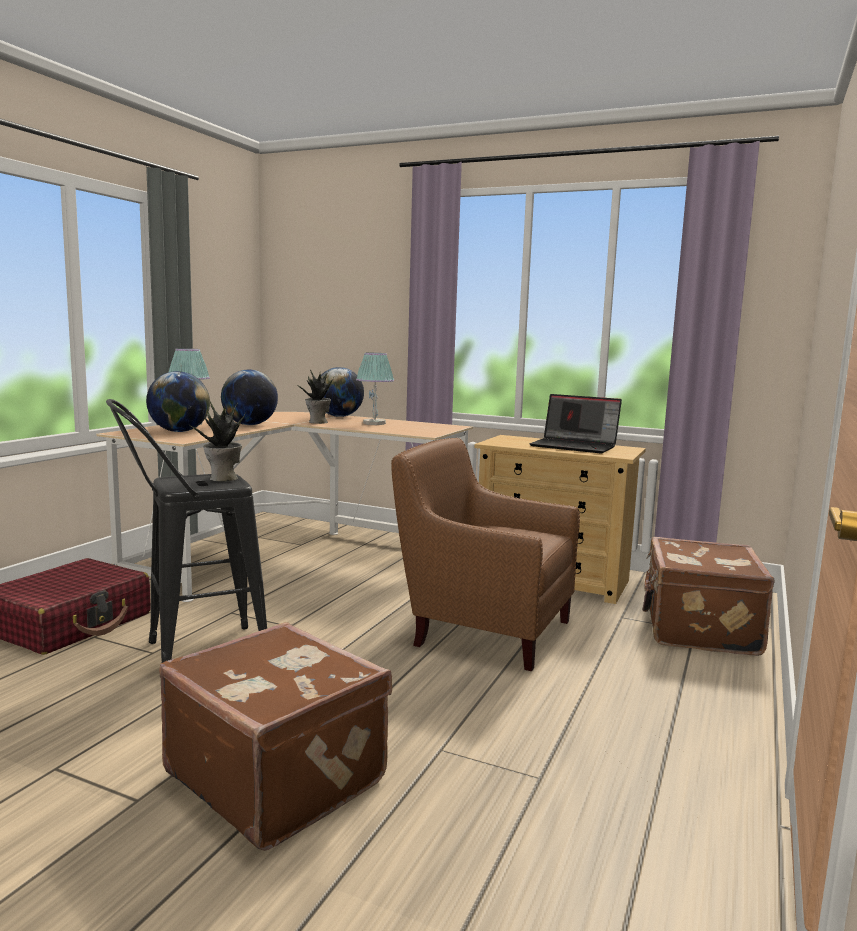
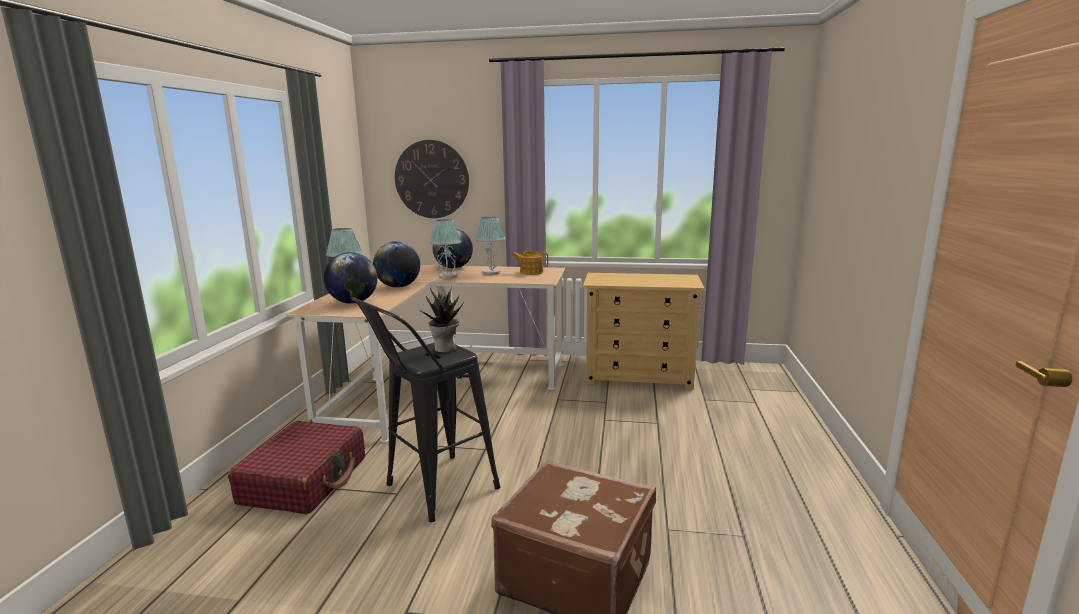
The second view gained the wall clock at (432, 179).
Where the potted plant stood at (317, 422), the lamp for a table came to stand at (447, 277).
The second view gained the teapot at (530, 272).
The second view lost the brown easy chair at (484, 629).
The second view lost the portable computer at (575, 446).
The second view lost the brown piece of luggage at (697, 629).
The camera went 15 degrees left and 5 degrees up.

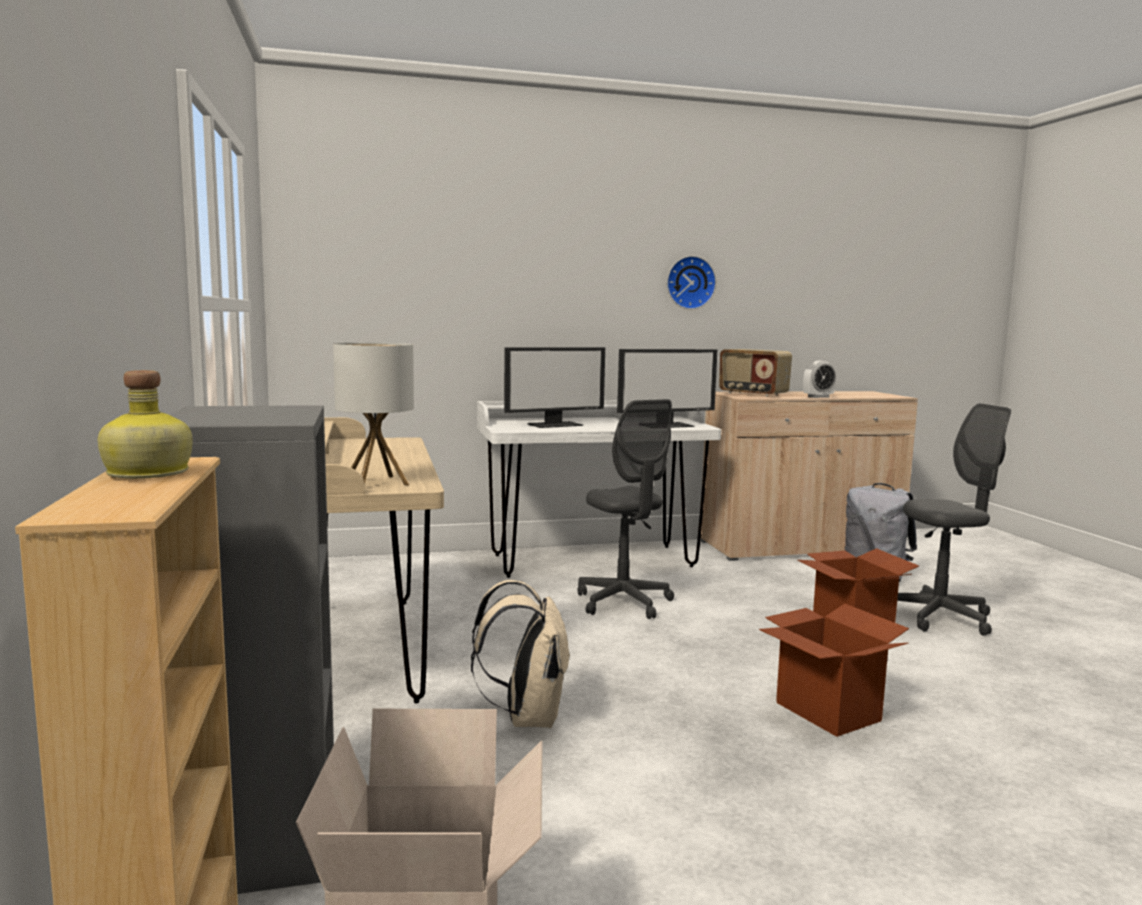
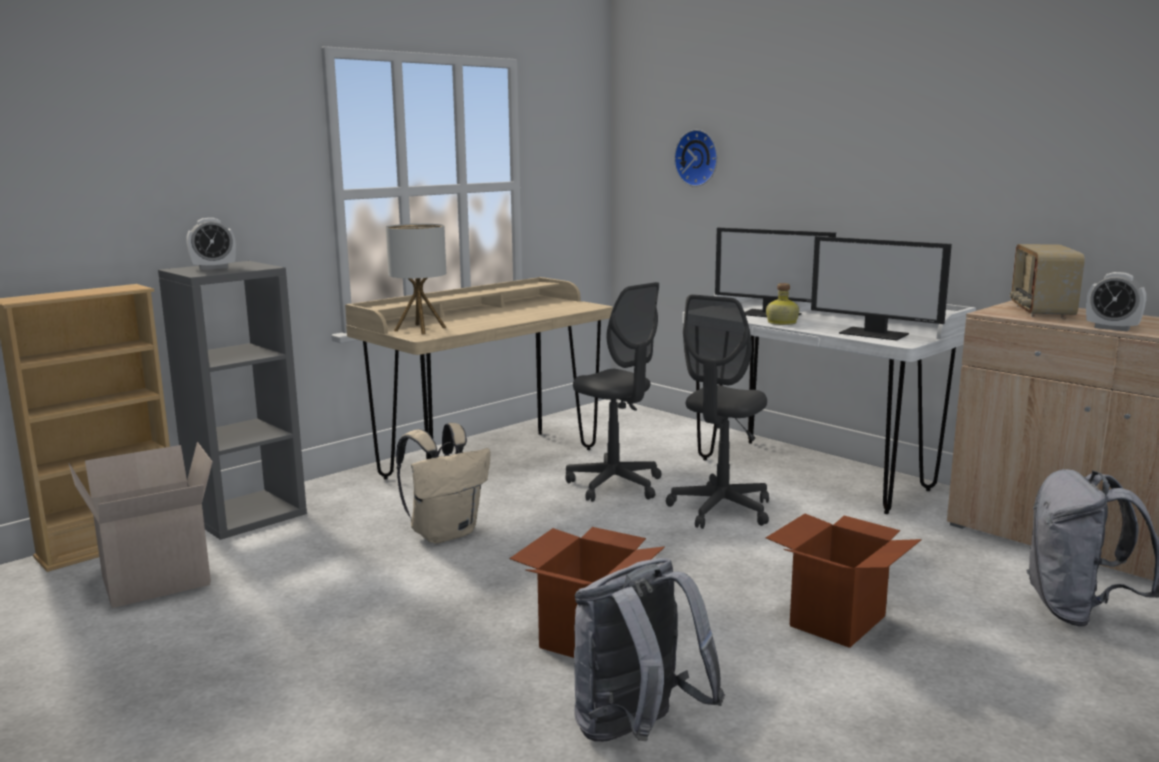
The second view gained the bedside clock at (213, 268).
The grey computer chair ended up elsewhere, having gone from (940, 617) to (615, 485).
The second view gained the grey rucksack at (637, 732).
The wall clock ended up elsewhere, having gone from (689, 282) to (698, 158).
The beverage bottle ended up elsewhere, having gone from (145, 474) to (780, 323).
The camera went 60 degrees right and 5 degrees up.

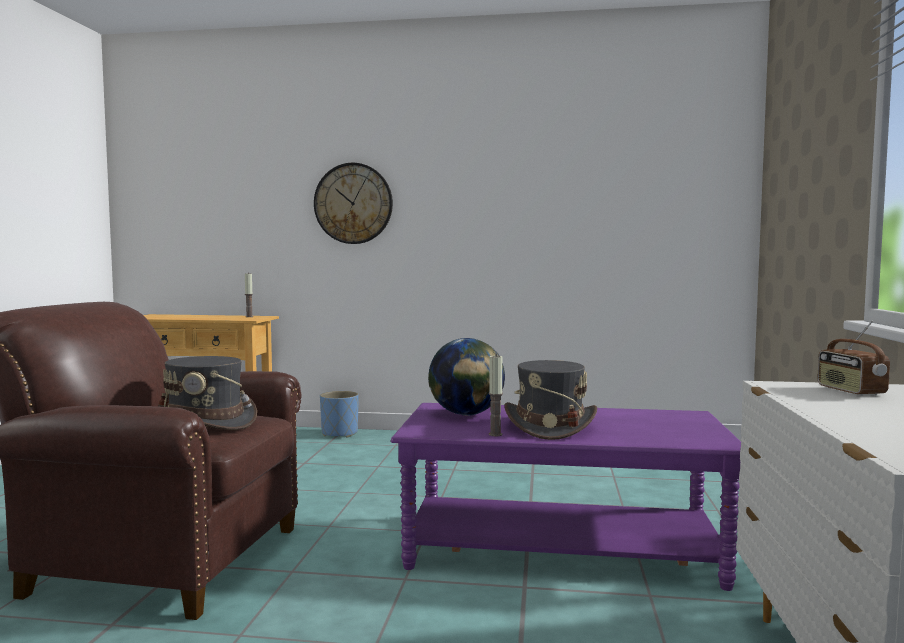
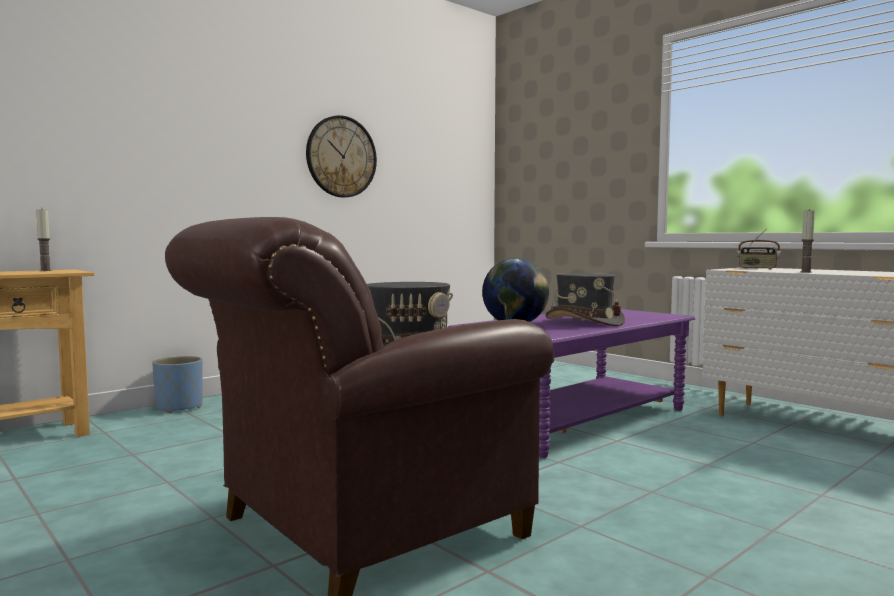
The wall clock ended up elsewhere, having gone from (353, 203) to (341, 157).
The candle ended up elsewhere, having gone from (495, 434) to (806, 272).
The camera went 50 degrees left and 0 degrees up.

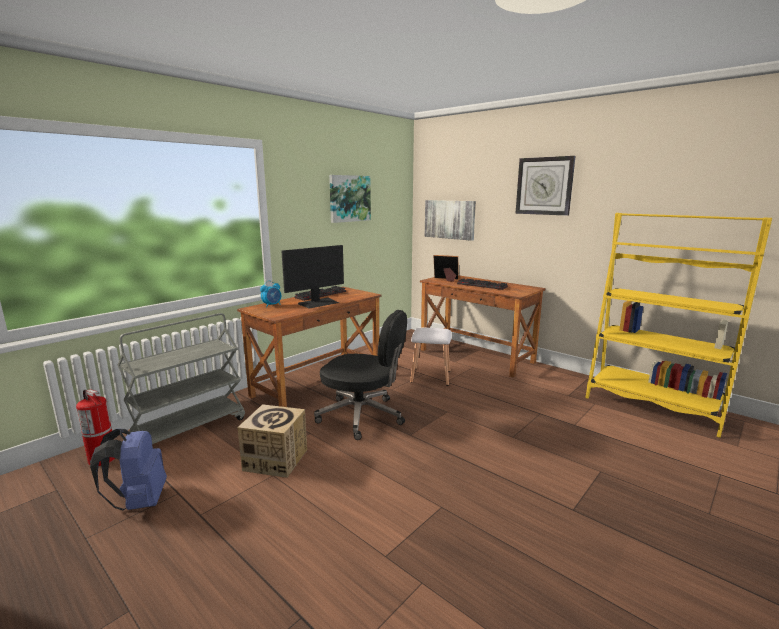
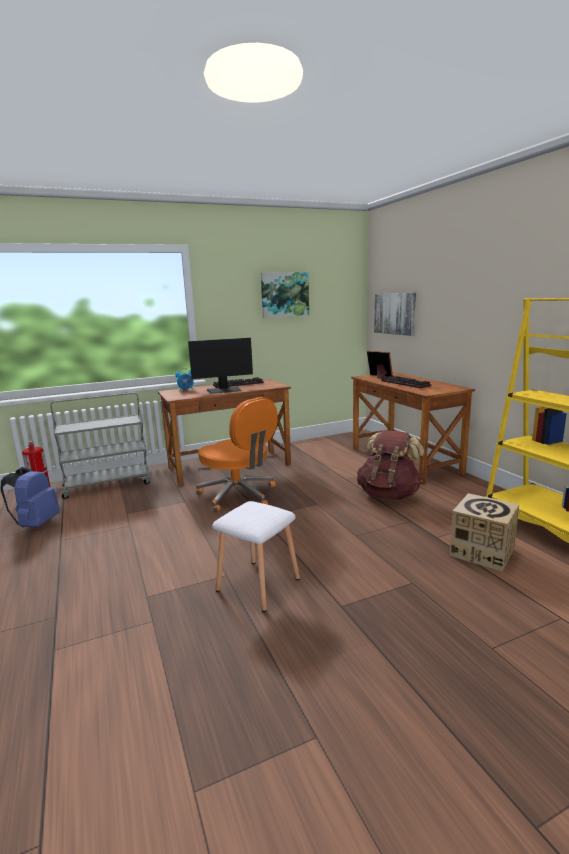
What was the blackish computer chair at (362, 416) turned into the orange-coloured computer chair at (239, 496).
The white stool seat ended up elsewhere, having gone from (430, 376) to (257, 584).
The second view gained the brown rucksack at (389, 495).
The carton ended up elsewhere, having gone from (275, 460) to (482, 552).
The second view lost the wall clock at (544, 186).
The camera went 25 degrees right and 0 degrees up.

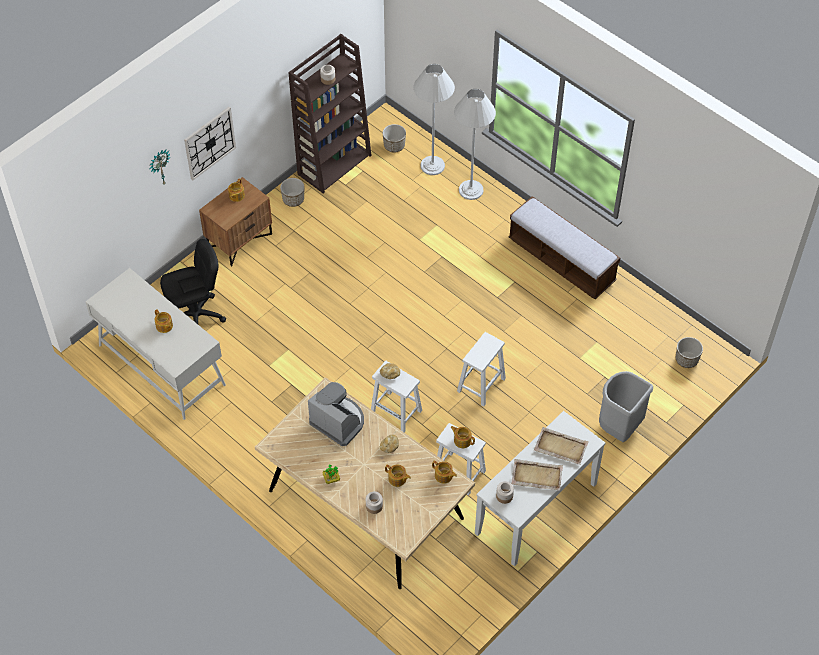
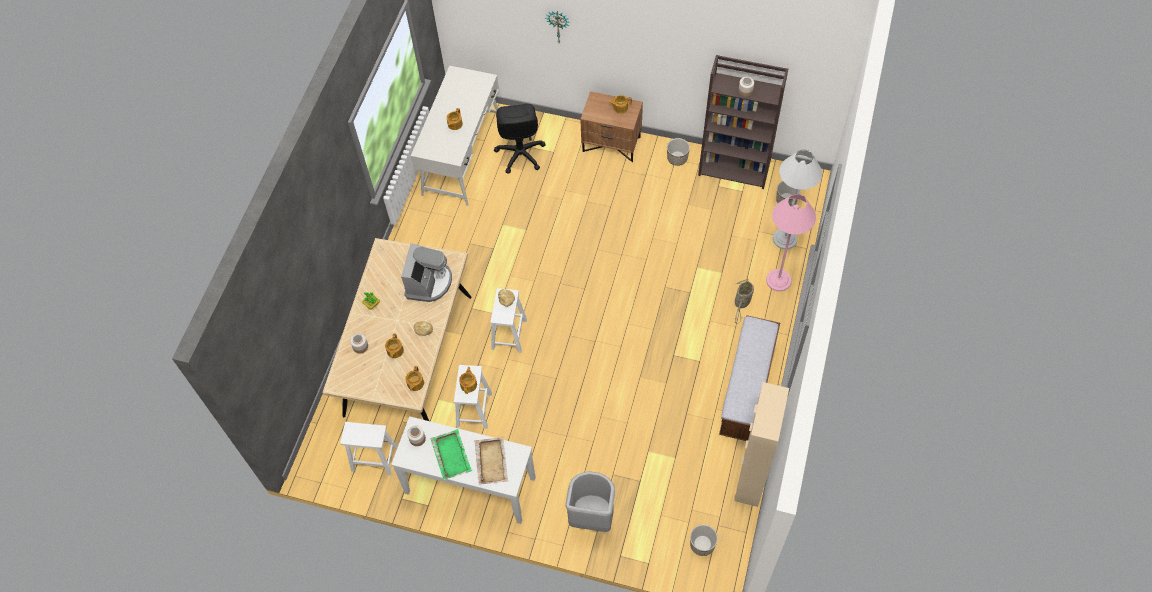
The white stool seat ended up elsewhere, having gone from (481, 385) to (373, 458).
What was the beige-coloured serving tray at (536, 475) turned into the greenish serving tray at (451, 454).
The blackish computer chair at (196, 316) ended up facing another way, 45 degrees clockwise from before.
The second view gained the beige-coloured storage cabinet at (751, 479).
The second view gained the storage basket at (742, 303).
What was the white standard lamp at (471, 190) turned into the pink-coloured standard lamp at (778, 280).
The second view lost the wall clock at (209, 143).
The camera went 65 degrees right and 5 degrees up.

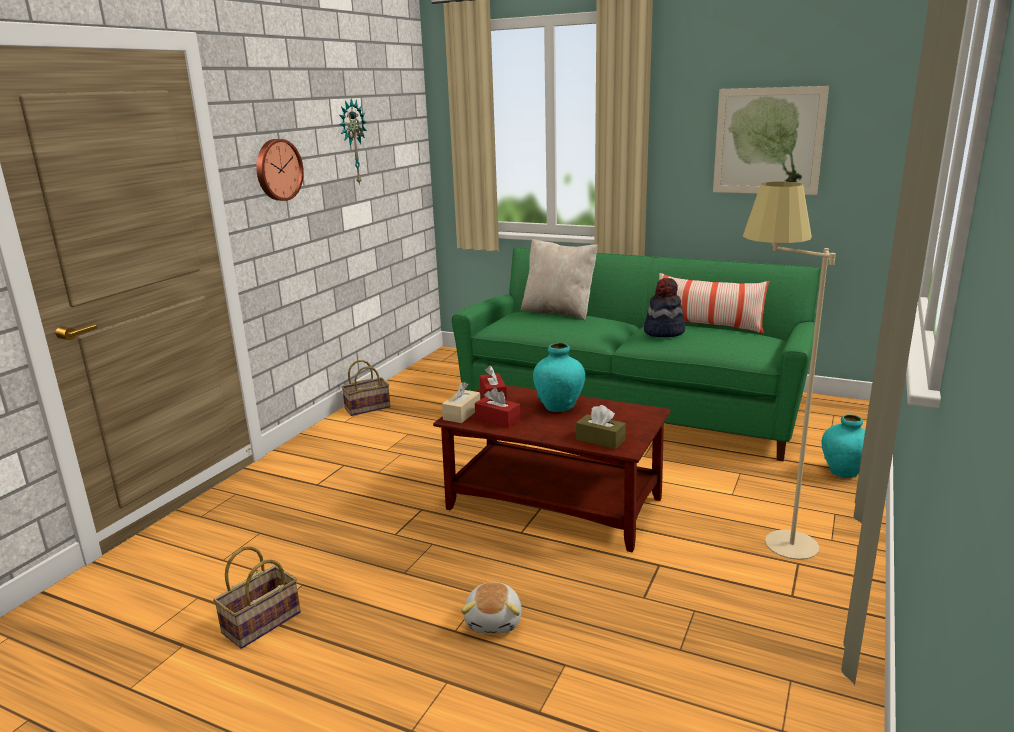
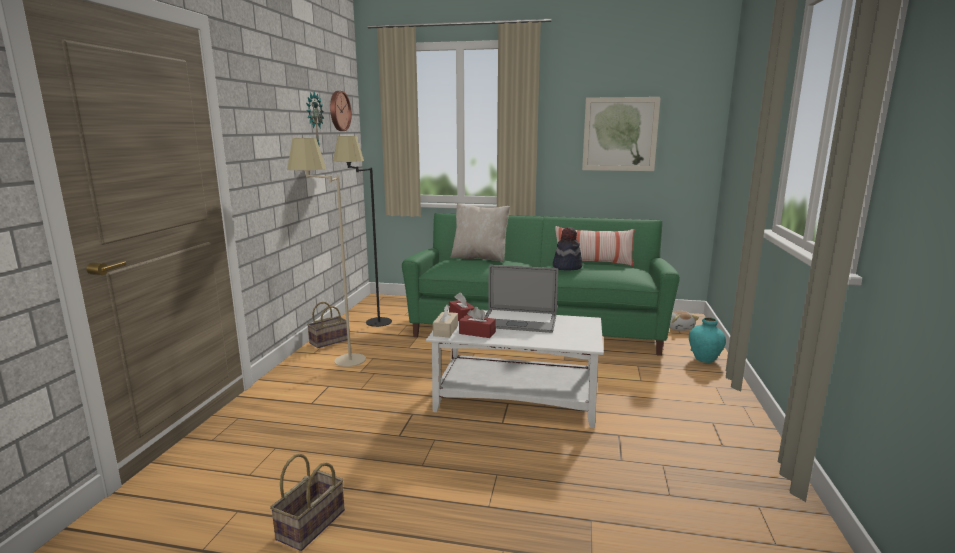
The beige-coloured standard lamp ended up elsewhere, having gone from (768, 546) to (335, 362).
The wall clock ended up elsewhere, having gone from (277, 170) to (338, 111).
The second view gained the blackish standard lamp at (367, 321).
What was the brown lounge table at (556, 503) turned into the white lounge table at (518, 399).
Where the turquoise-coloured vase stood at (559, 407), the portable computer came to stand at (518, 321).
The plush toy ended up elsewhere, having gone from (494, 621) to (679, 328).
The second view lost the brown tissue holder at (600, 440).
The camera went 15 degrees left and 5 degrees down.

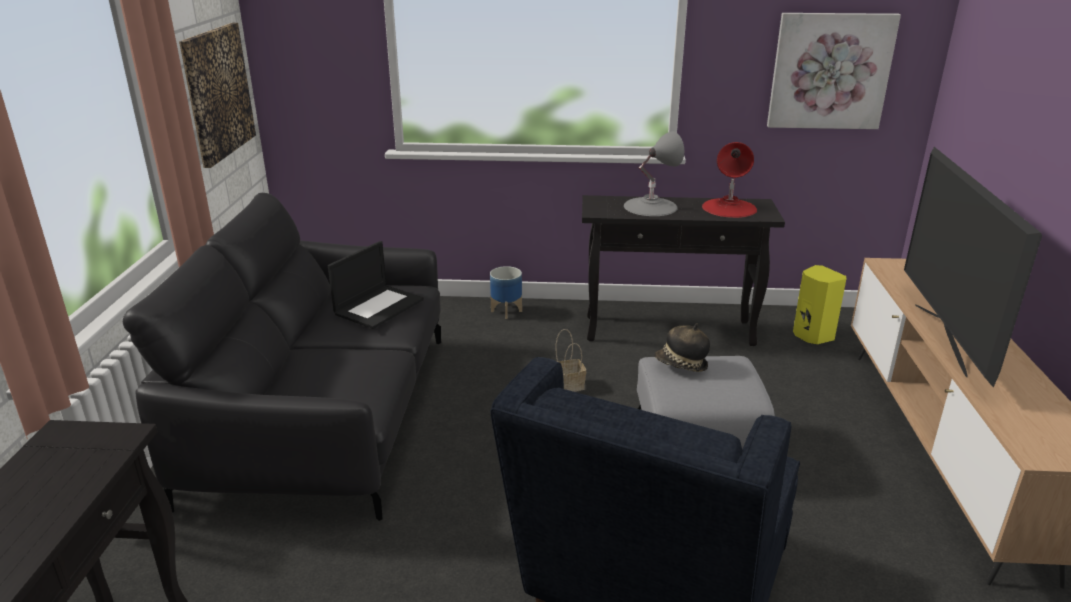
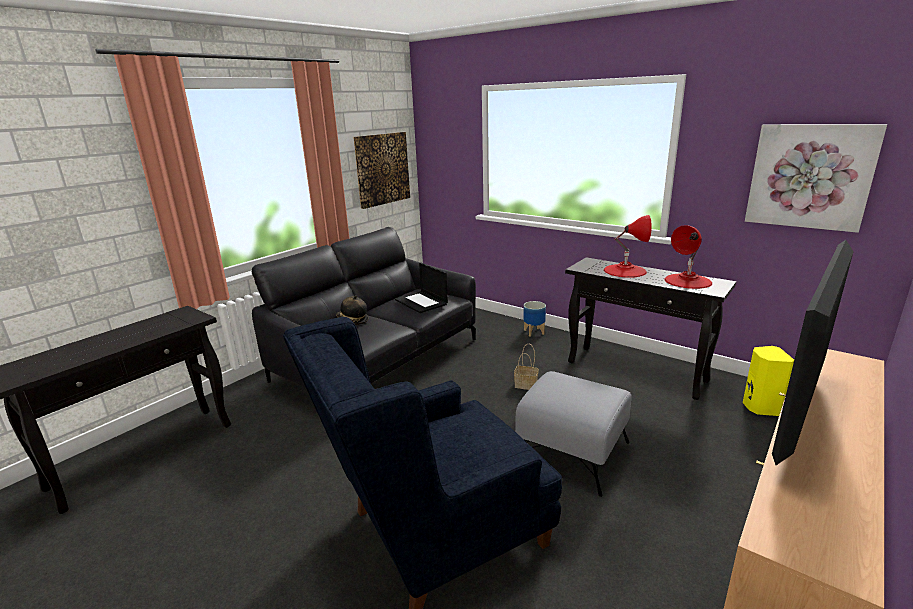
The hat ended up elsewhere, having gone from (681, 365) to (352, 321).
The portable computer at (379, 306) ended up facing another way, 75 degrees clockwise from before.
What was the grey lamp for a table at (650, 206) turned into the reddish lamp for a table at (625, 270).
The camera went 35 degrees right and 5 degrees down.

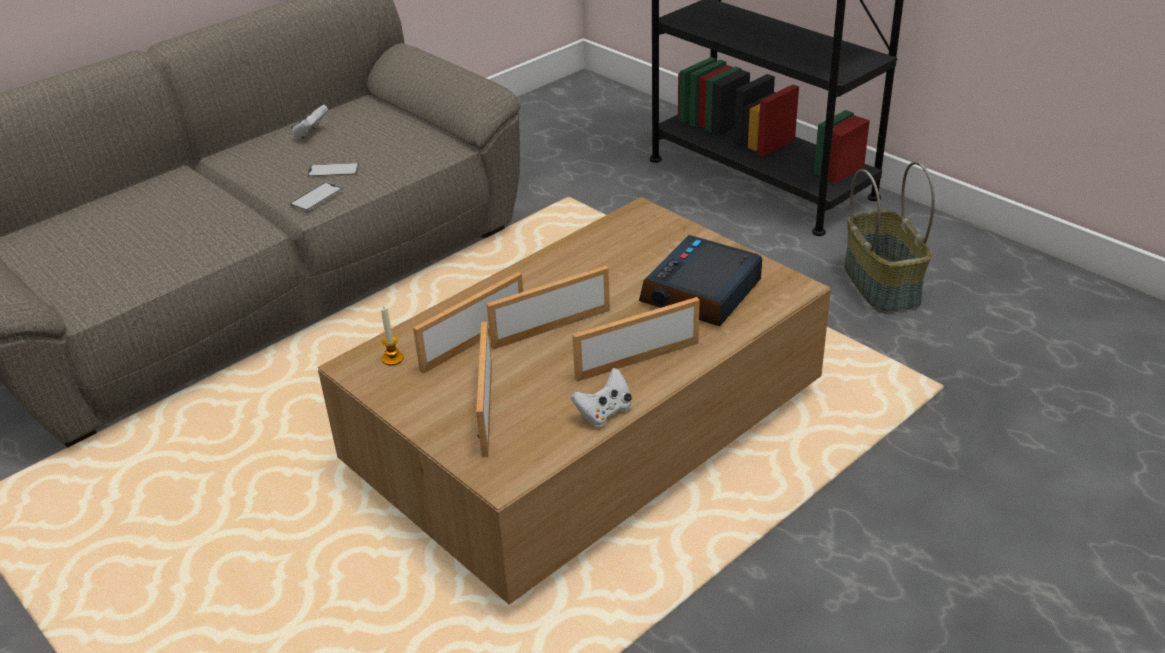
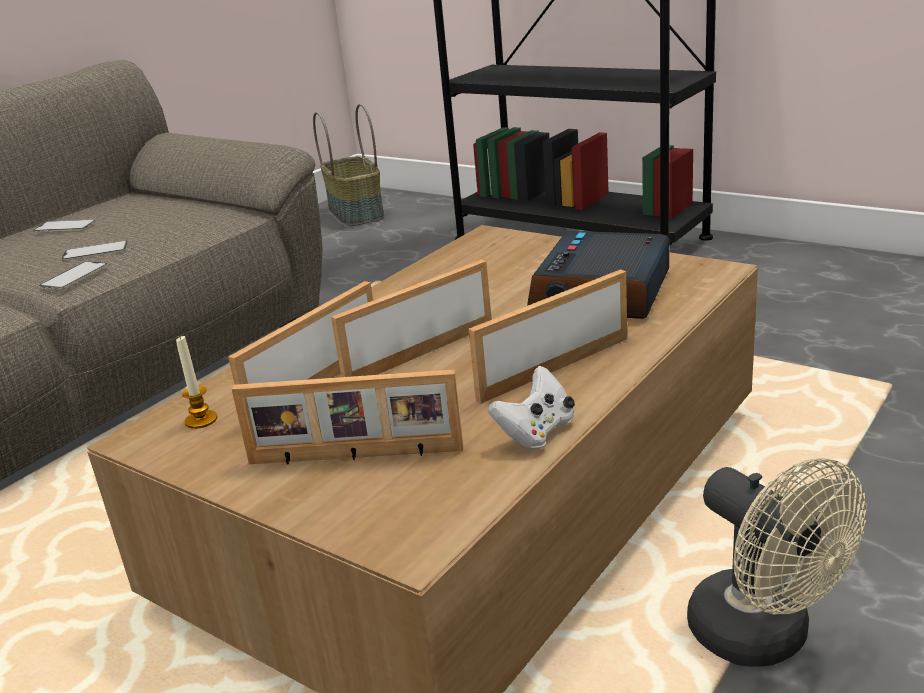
Where the white gamepad stood at (311, 133), the phone came to stand at (65, 226).
The picture frame at (484, 409) ended up facing another way, 75 degrees counterclockwise from before.
The storage basket ended up elsewhere, having gone from (883, 285) to (357, 213).
The second view gained the beige-coloured electric fan at (764, 638).
The camera went 10 degrees left and 10 degrees down.

